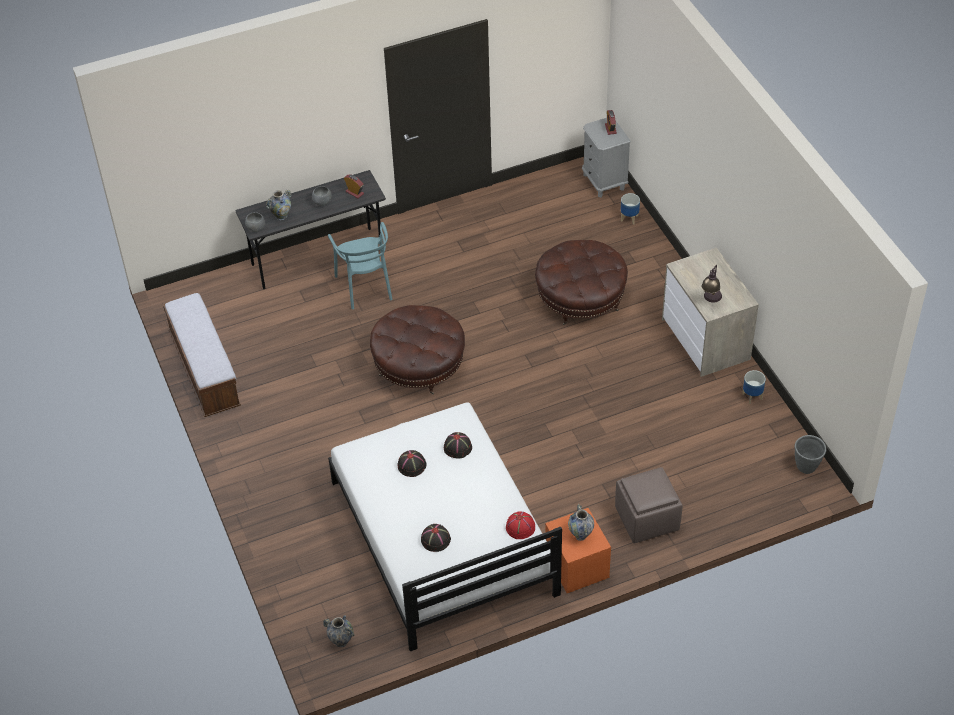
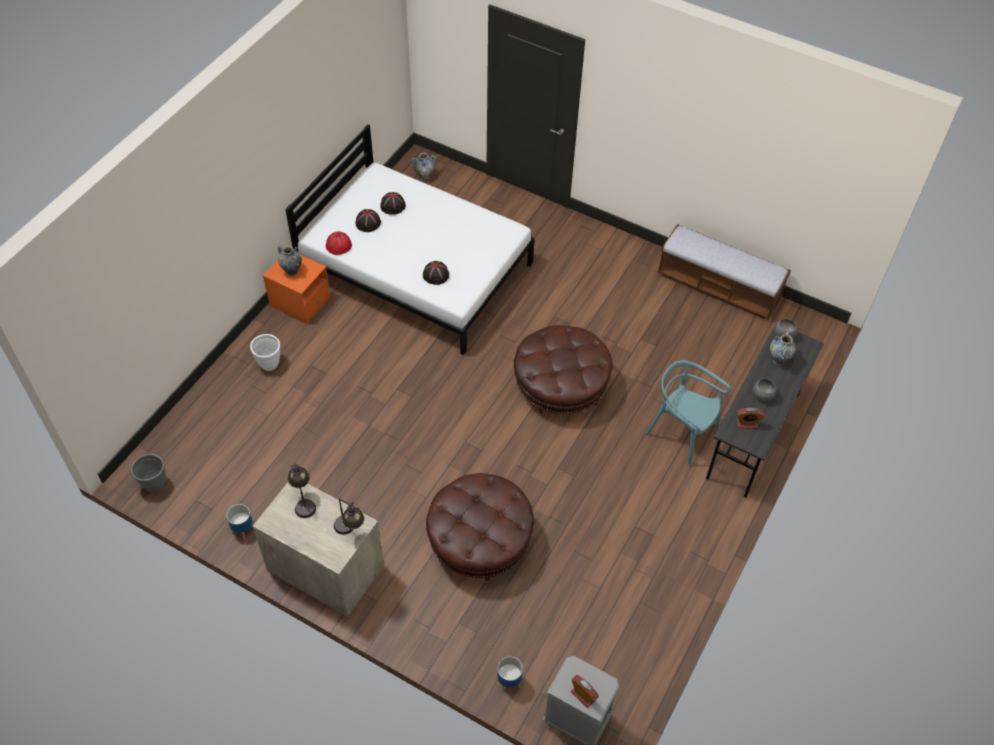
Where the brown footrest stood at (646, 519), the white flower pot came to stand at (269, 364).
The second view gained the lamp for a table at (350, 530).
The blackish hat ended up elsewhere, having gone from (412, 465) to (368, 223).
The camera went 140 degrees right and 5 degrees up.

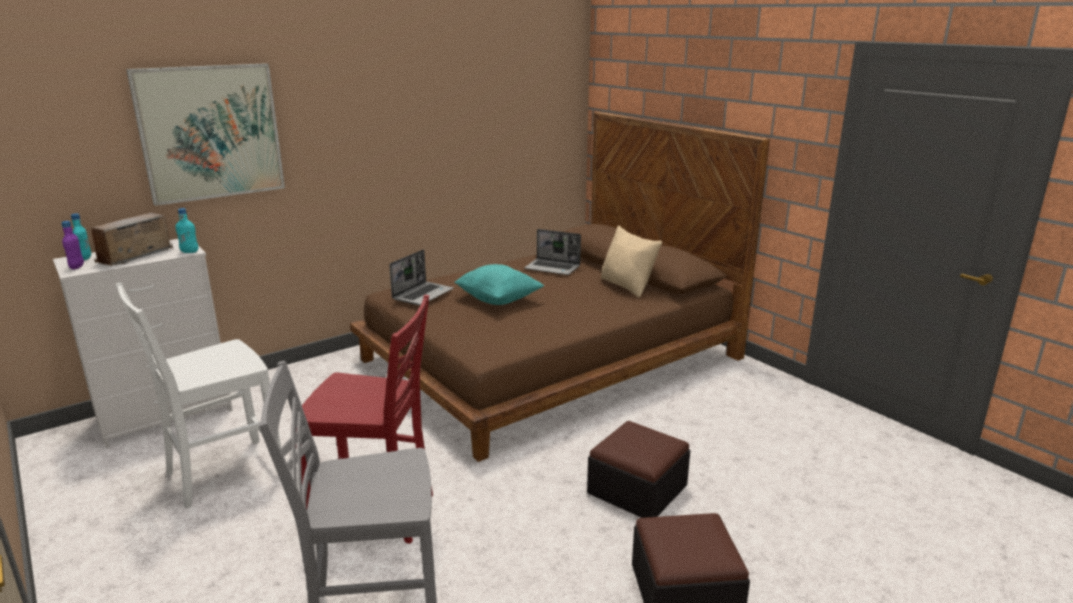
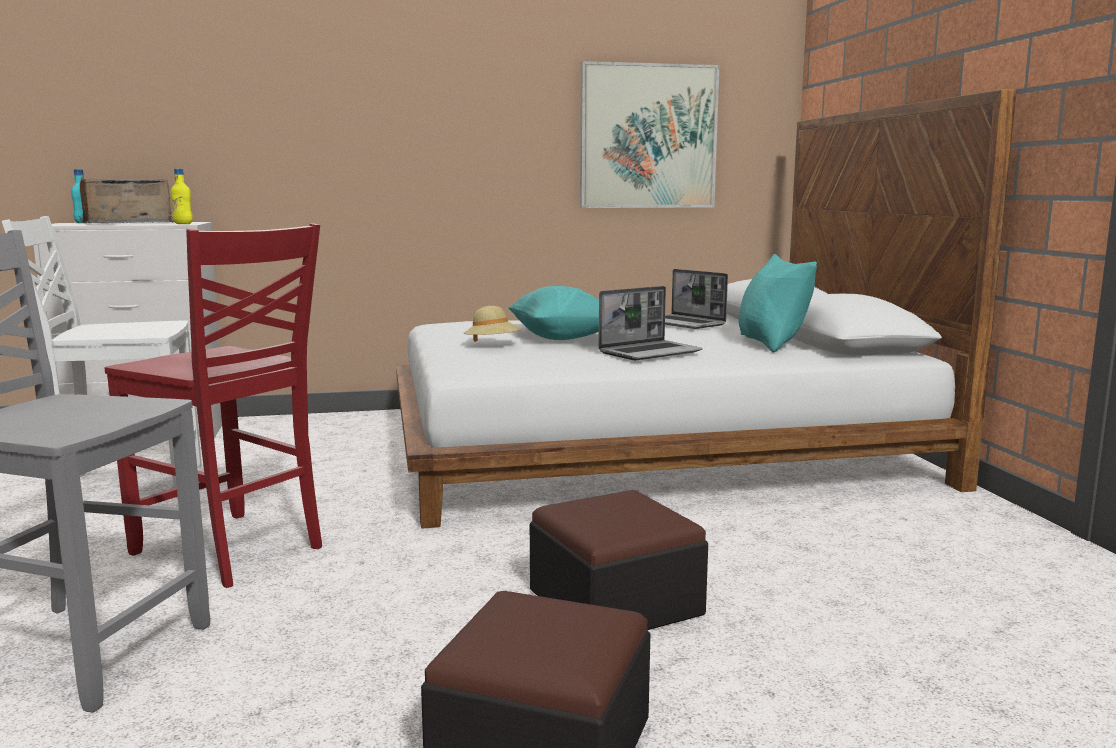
What was the turquoise-coloured beverage bottle at (189, 252) turned into the yellow beverage bottle at (183, 224).
What was the brown bed at (550, 359) turned into the white bed at (648, 450).
The second view gained the beige-coloured hat at (492, 345).
The picture ended up elsewhere, having gone from (210, 132) to (648, 136).
The portable computer ended up elsewhere, having gone from (423, 294) to (650, 352).
What was the beige-coloured cushion at (627, 286) turned into the turquoise-coloured cushion at (771, 343).
The second view lost the purple beverage bottle at (77, 267).
The camera went 25 degrees right and 10 degrees down.

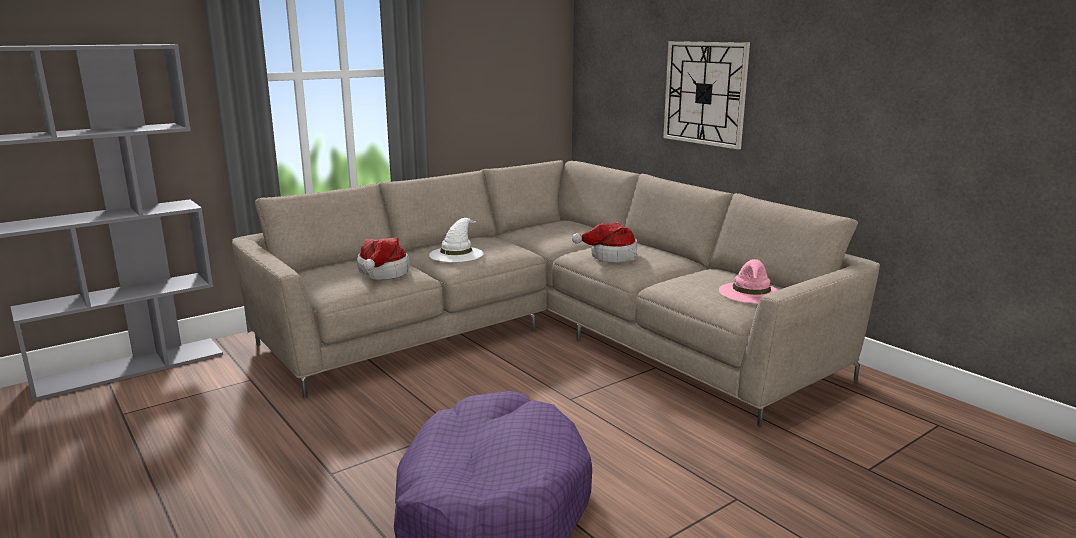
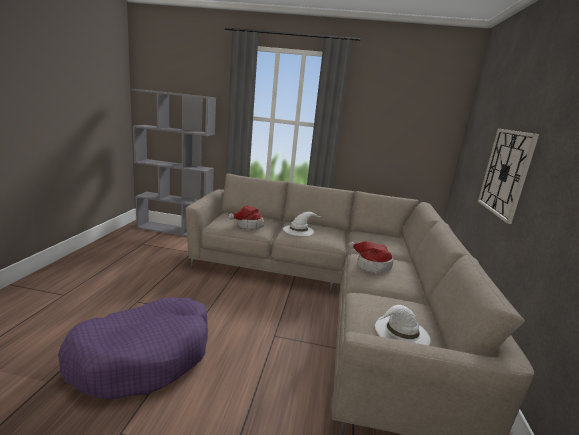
What was the pink-coloured hat at (751, 293) turned into the white hat at (401, 332).
The camera went 45 degrees right and 0 degrees up.

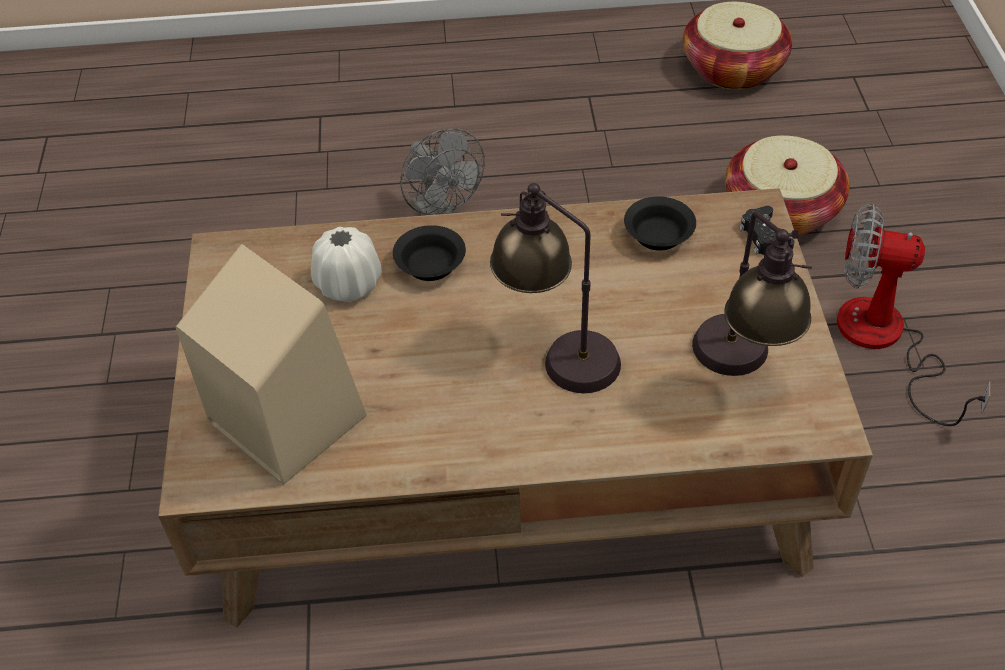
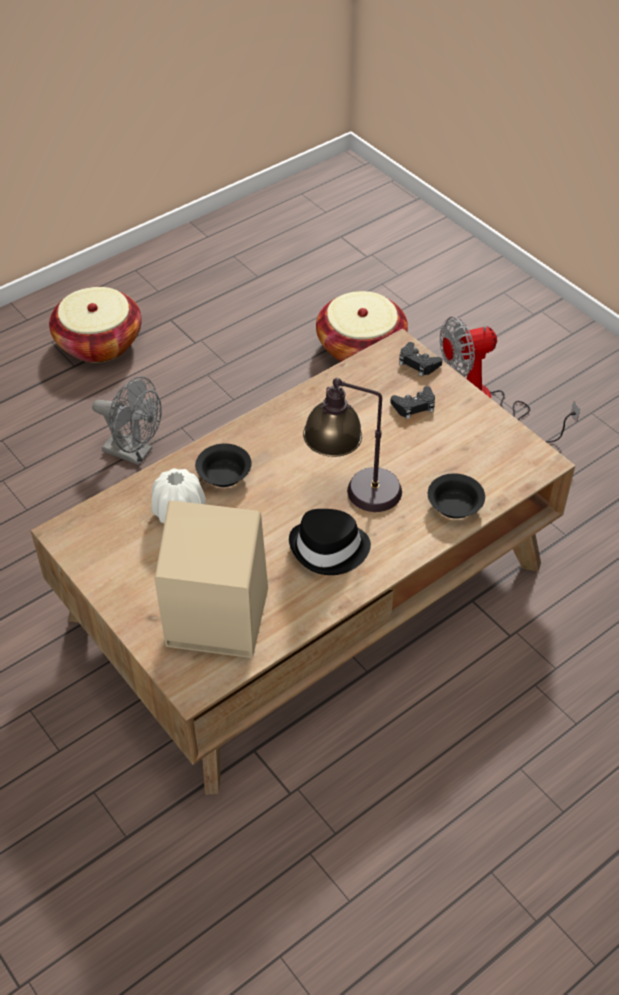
The storage basket ended up elsewhere, having gone from (733, 69) to (99, 343).
The second view gained the blackish hat at (329, 549).
The second view gained the blackish gamepad at (414, 406).
The blackish serving bowl ended up elsewhere, having gone from (659, 237) to (456, 506).
The second view lost the lamp for a table at (741, 369).
The camera went 35 degrees left and 0 degrees up.

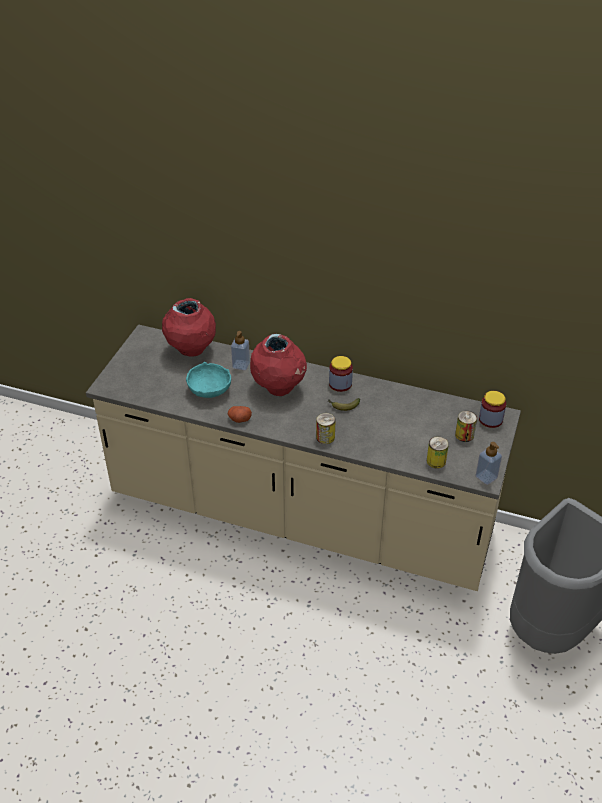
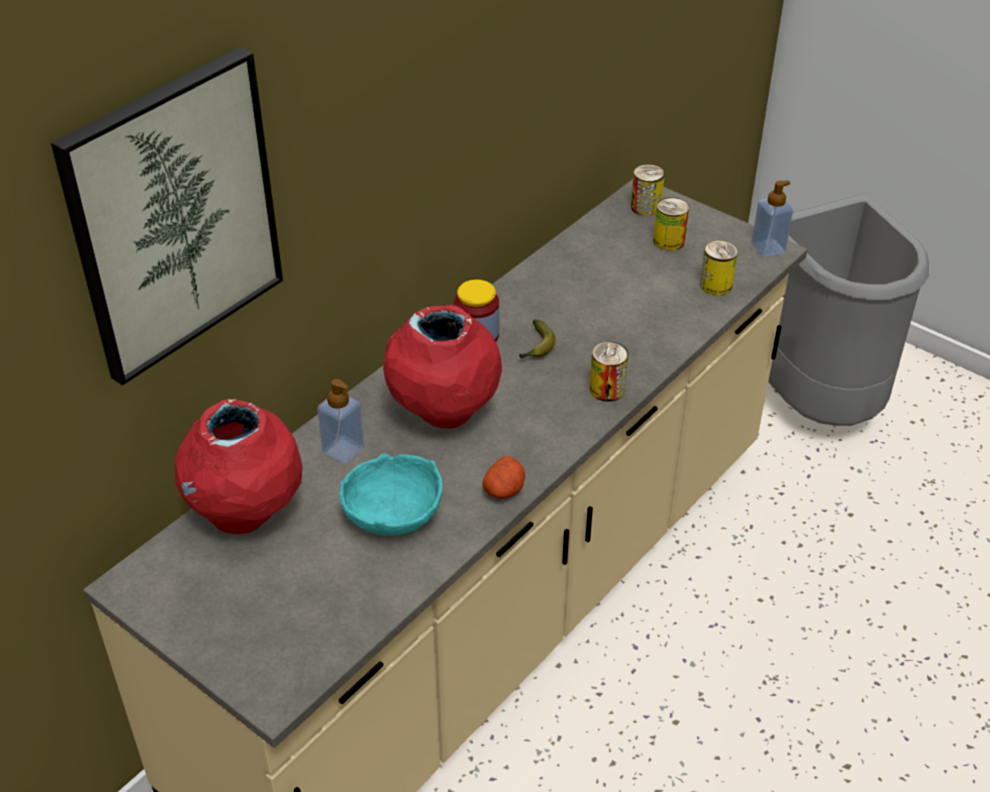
The second view gained the picture at (173, 216).
Where the jar stood at (490, 419), the sealed can came to stand at (646, 207).
The camera went 70 degrees left and 0 degrees up.

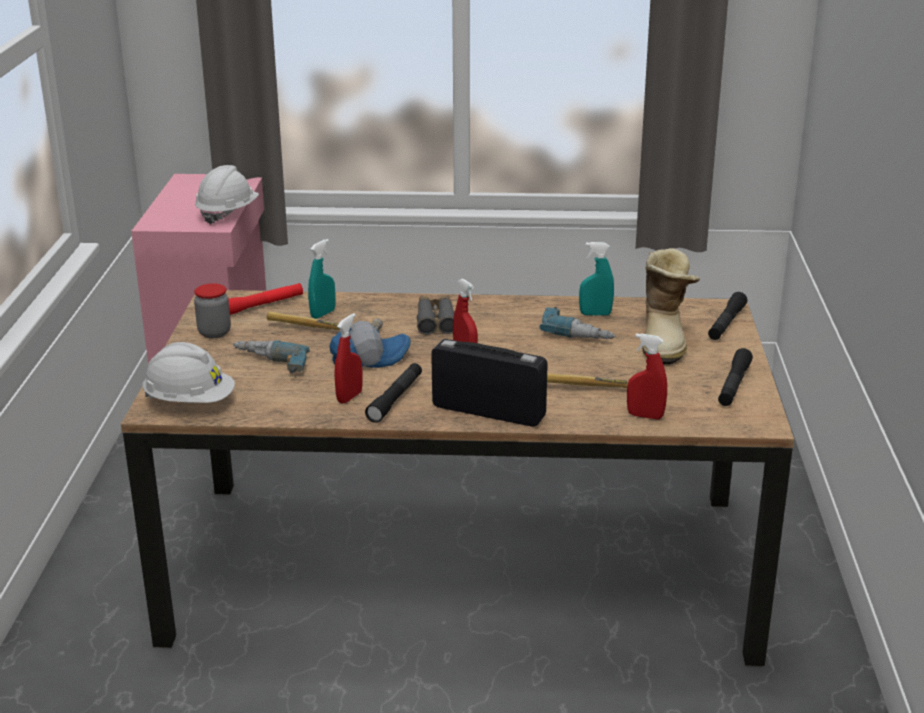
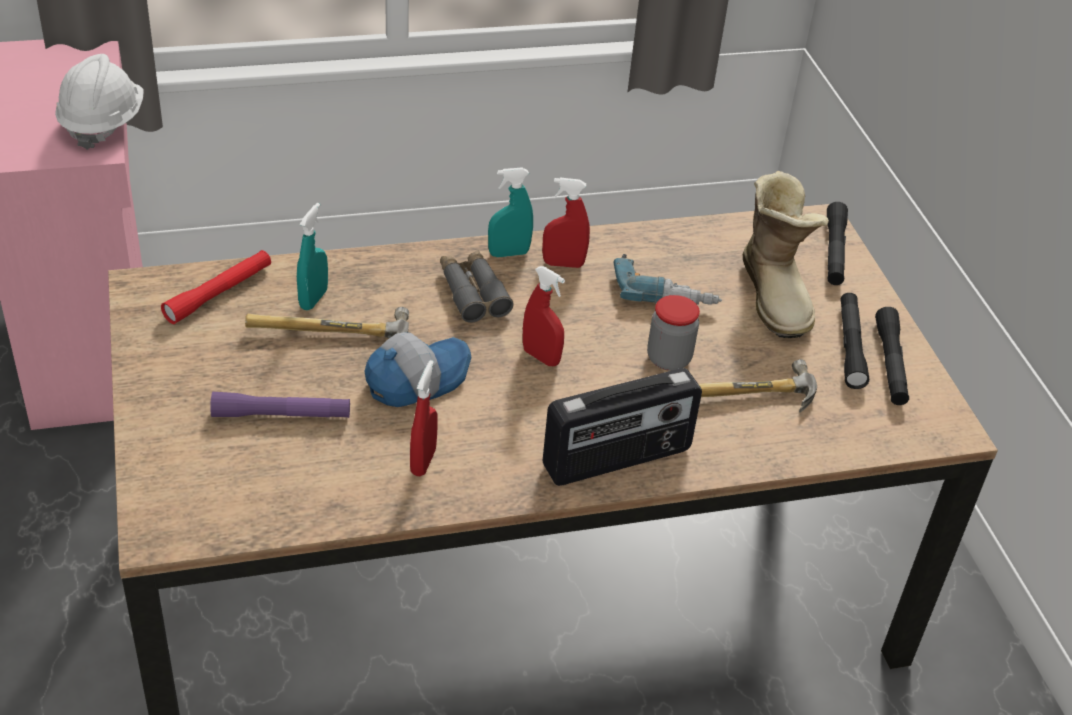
Where the electric drill stood at (267, 365), the purple flashlight came to stand at (281, 415).
The turquoise-coloured sprayer ended up elsewhere, having gone from (595, 314) to (508, 253).
The reddish sprayer ended up elsewhere, having gone from (645, 416) to (563, 264).
The radio set at (489, 411) ended up facing another way, 150 degrees clockwise from before.
The jar ended up elsewhere, having gone from (214, 333) to (668, 359).
The blackish flashlight ended up elsewhere, having gone from (395, 399) to (850, 347).
The second view lost the white safety helmet at (190, 402).
The camera went 20 degrees left and 15 degrees up.

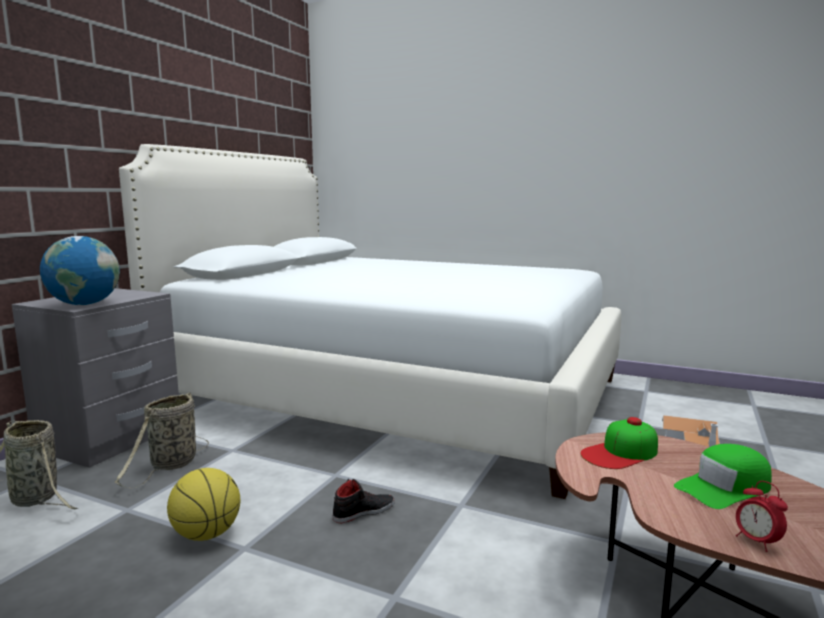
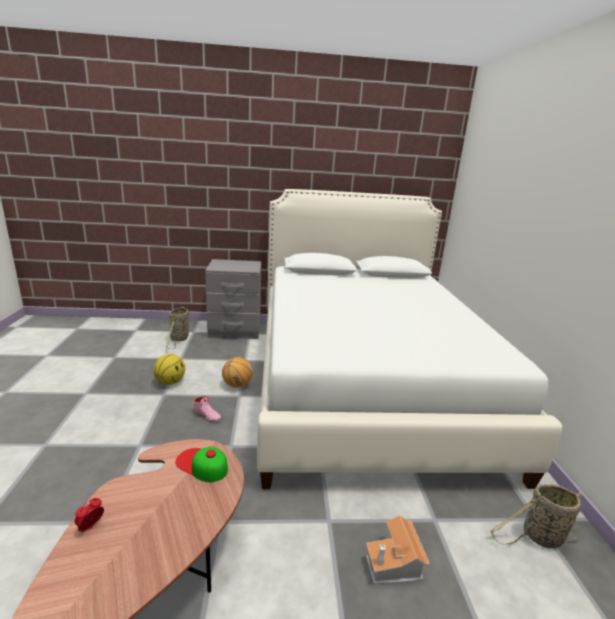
What was the blackish low shoe at (363, 511) turned into the pink-coloured low shoe at (207, 415).
The second view gained the ball for basketball at (237, 385).
The storage basket ended up elsewhere, having gone from (171, 465) to (539, 537).
The second view lost the desk globe at (85, 304).
The second view lost the greenish baseball cap at (724, 488).
The camera went 60 degrees right and 10 degrees up.

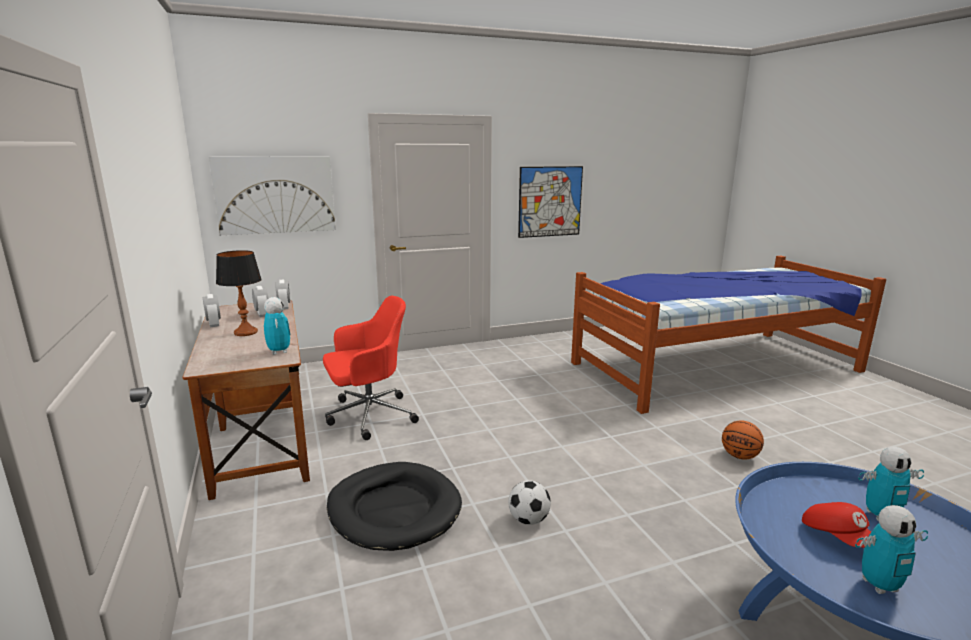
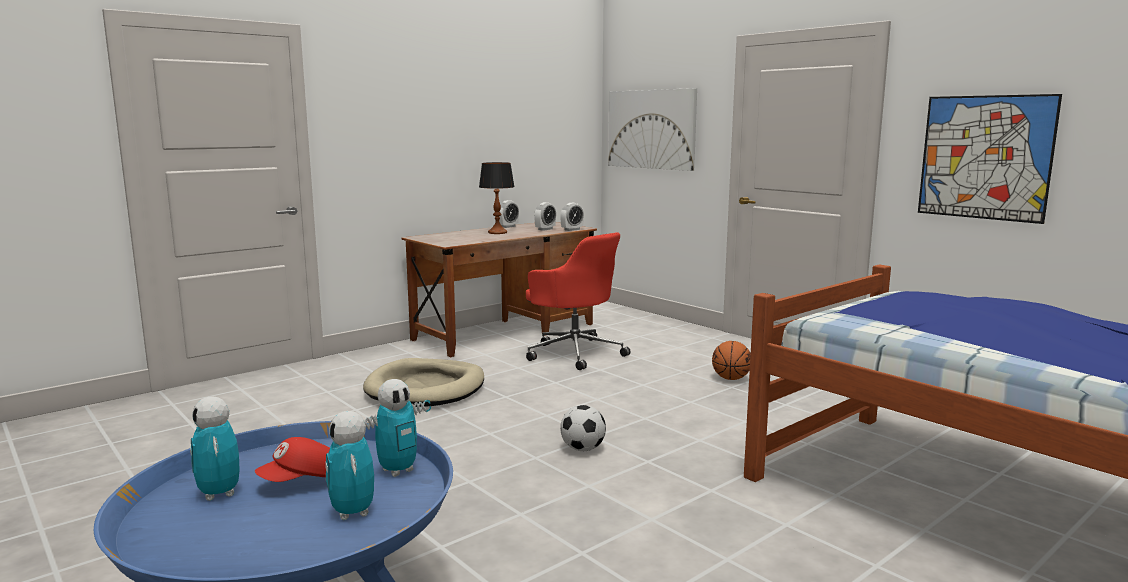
What was the blackish pet bed at (394, 509) turned into the beige-coloured pet bed at (426, 388).
The toy robot ended up elsewhere, having gone from (279, 351) to (398, 470).
The football ball ended up elsewhere, having gone from (528, 520) to (583, 449).
The ball for basketball ended up elsewhere, having gone from (739, 456) to (731, 379).
The camera went 70 degrees right and 5 degrees down.

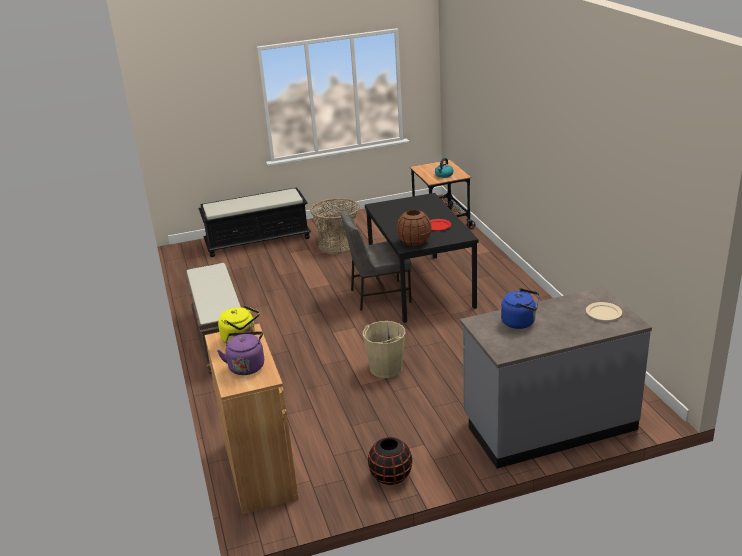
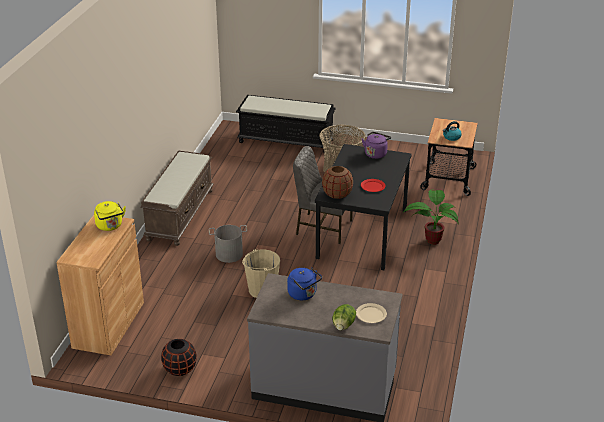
The second view gained the grey water bucket at (229, 254).
The second view gained the head of lettuce at (343, 326).
The purple water kettle ended up elsewhere, having gone from (246, 366) to (376, 154).
The second view gained the potted plant at (432, 239).
The camera went 30 degrees right and 5 degrees up.

